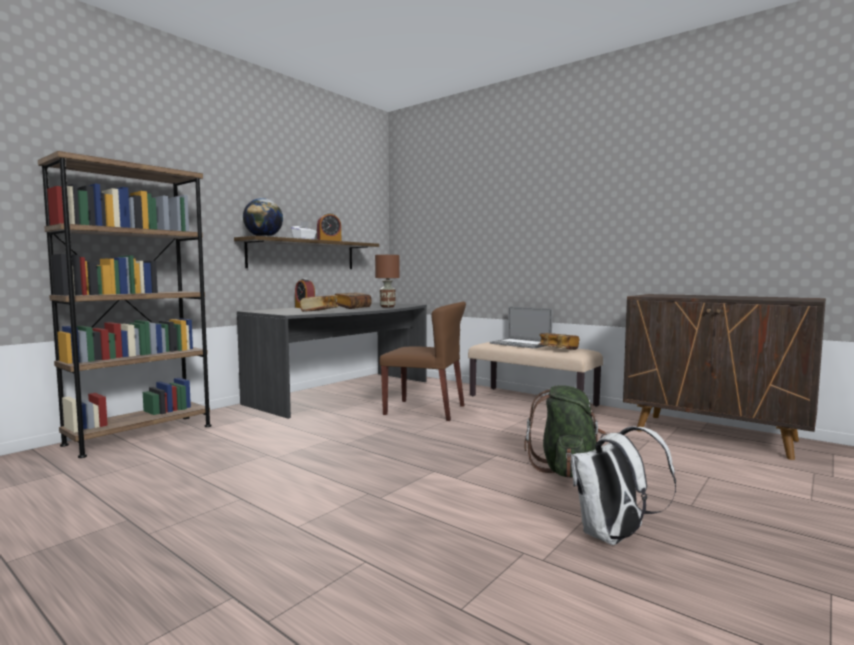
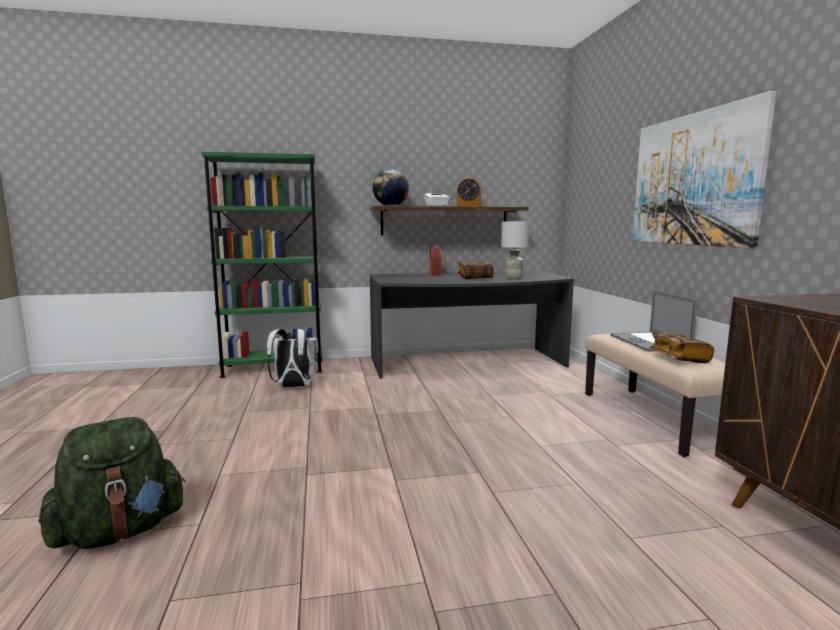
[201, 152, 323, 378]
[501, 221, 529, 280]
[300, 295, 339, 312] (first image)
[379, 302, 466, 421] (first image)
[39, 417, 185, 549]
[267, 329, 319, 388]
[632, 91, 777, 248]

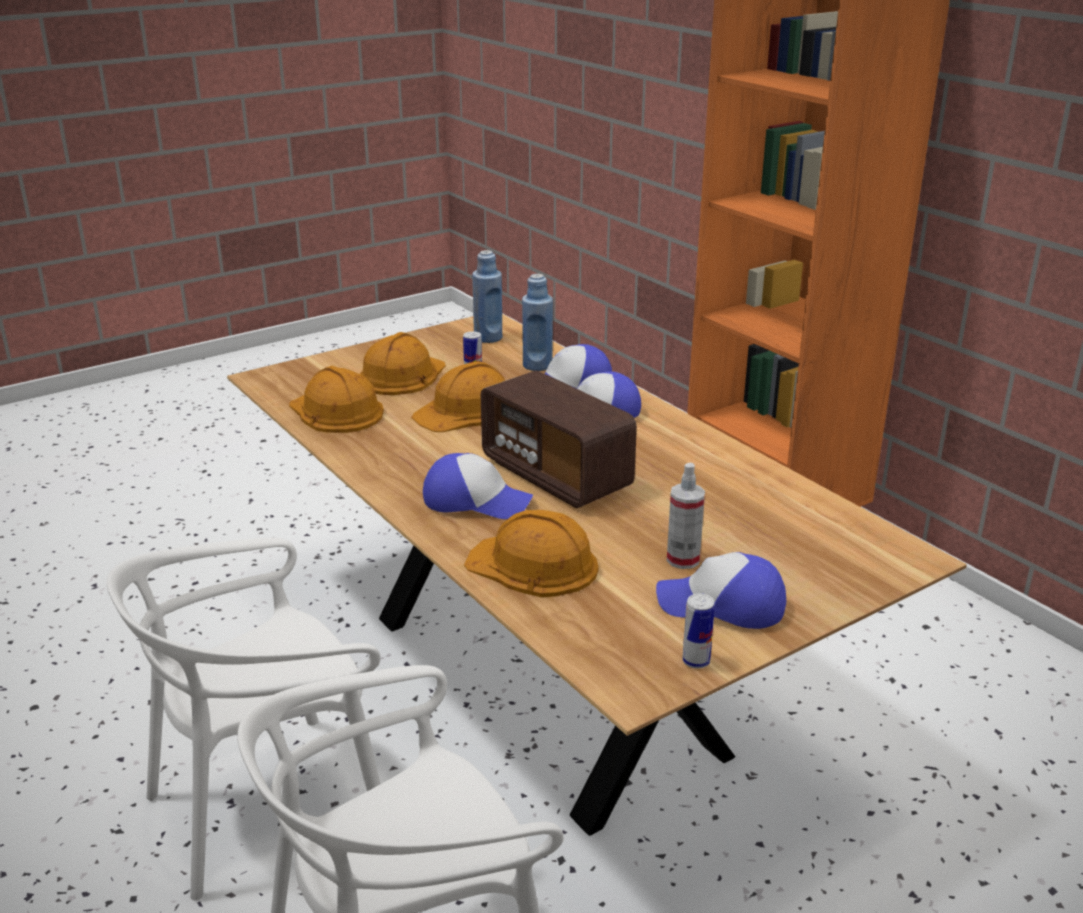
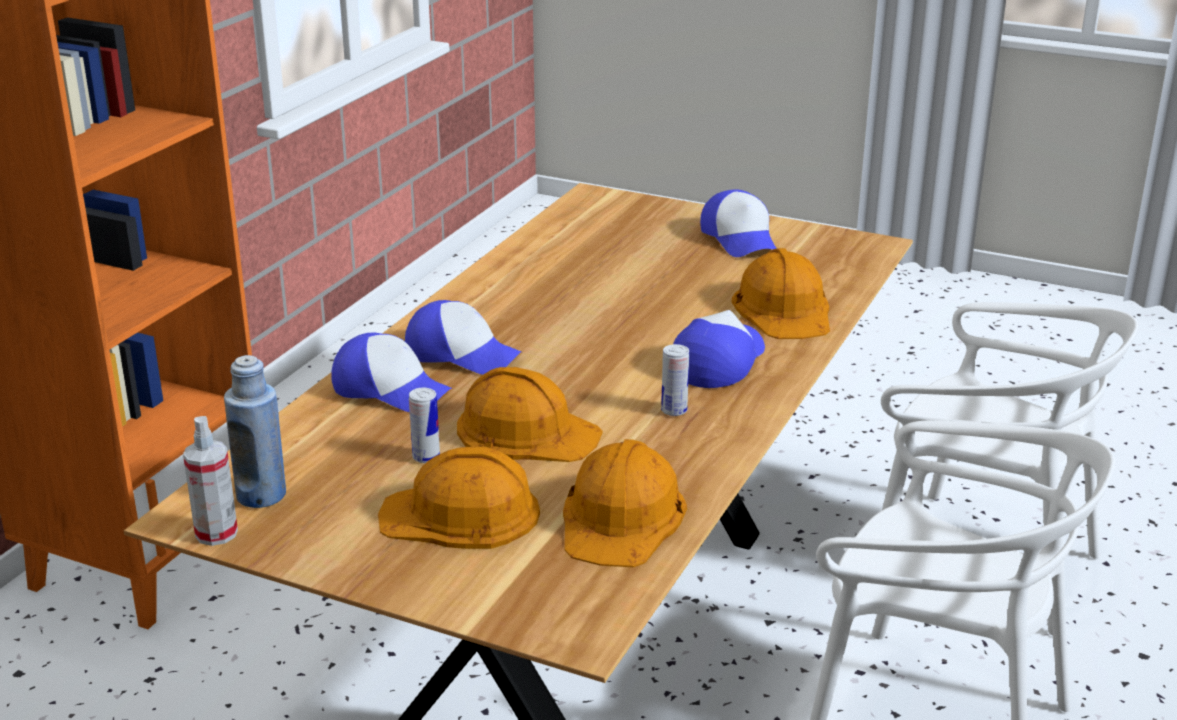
[522, 274, 553, 371] (first image)
[481, 371, 637, 508] (first image)
[673, 310, 765, 388]
[183, 416, 238, 546]
[661, 344, 689, 416]

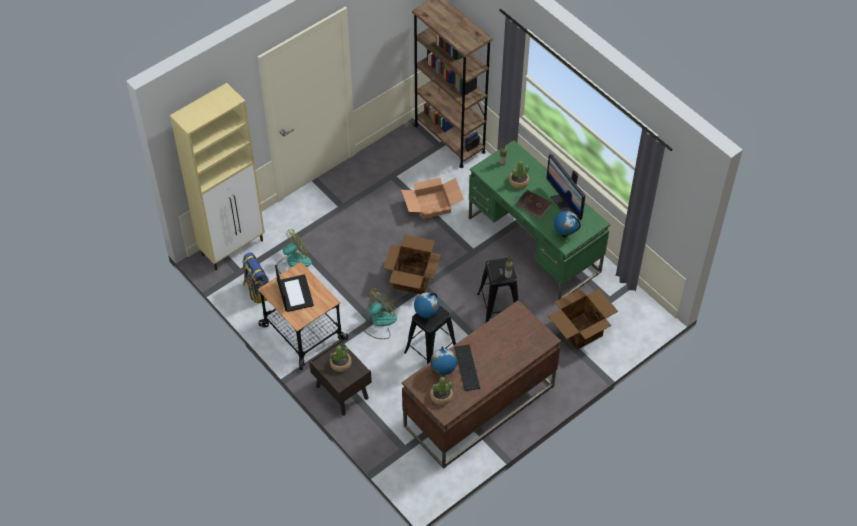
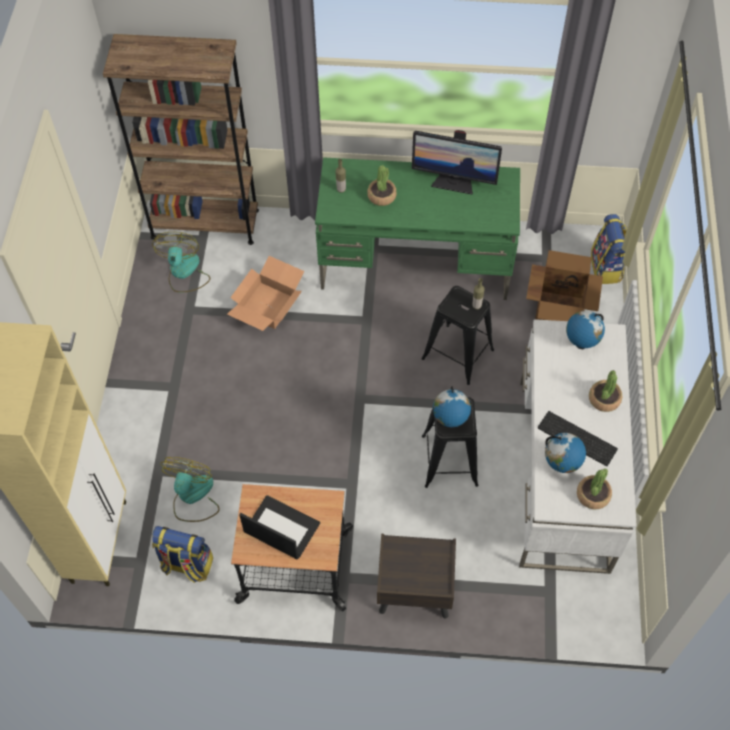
[515, 190, 552, 219] (first image)
[566, 310, 605, 349]
[383, 235, 441, 294] (first image)
[152, 232, 210, 293]
[519, 319, 637, 574]
[589, 370, 622, 412]
[591, 214, 627, 284]

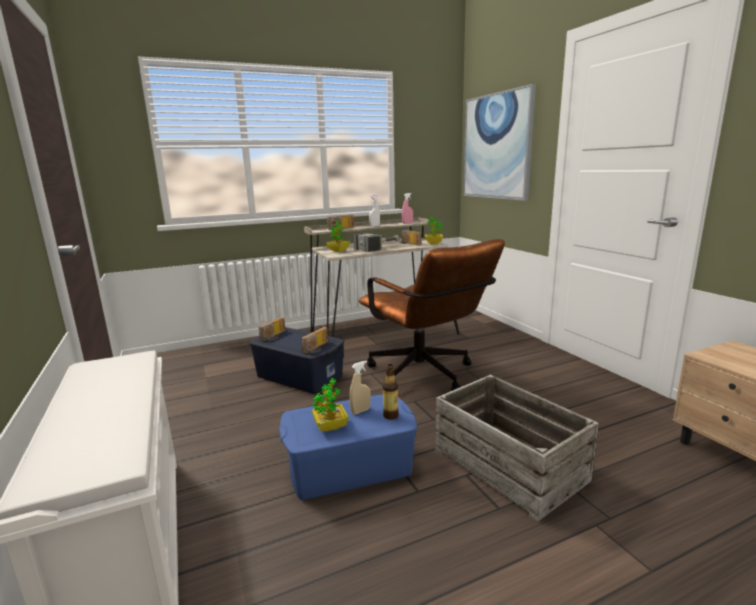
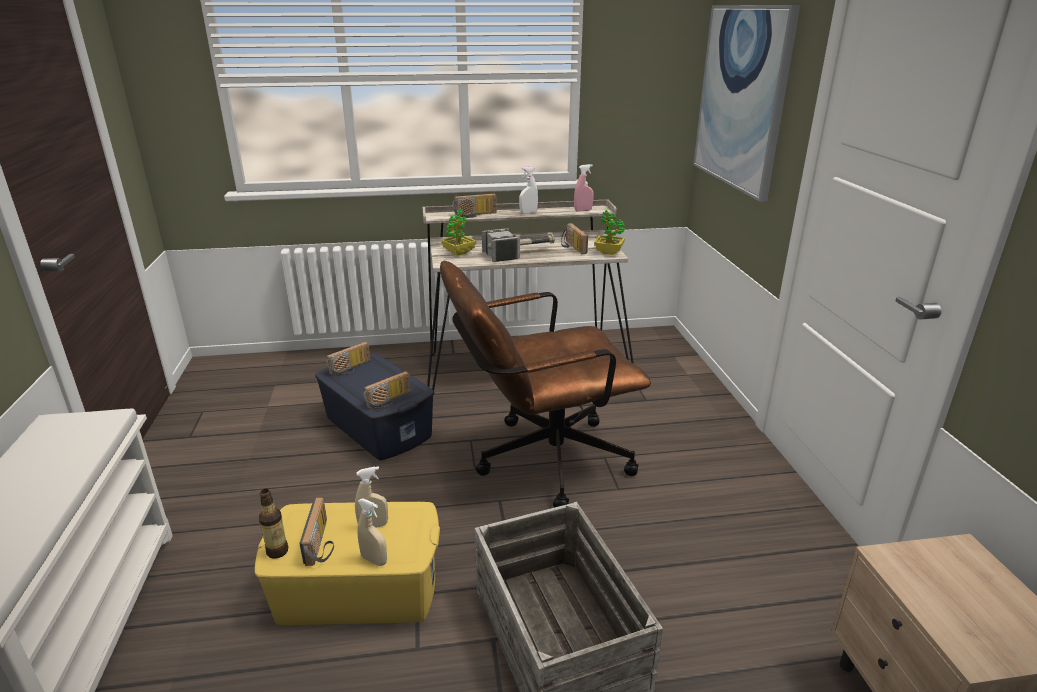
[440, 261, 651, 508]
[259, 489, 288, 559]
[299, 498, 334, 566]
[255, 502, 440, 625]
[357, 498, 387, 566]

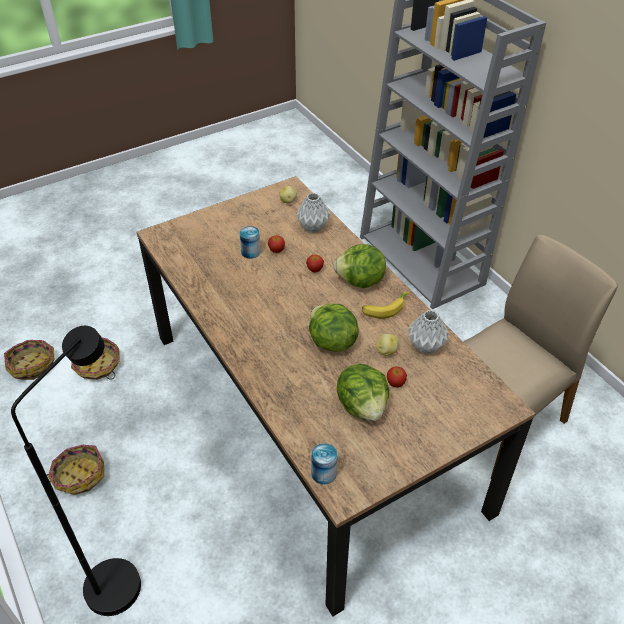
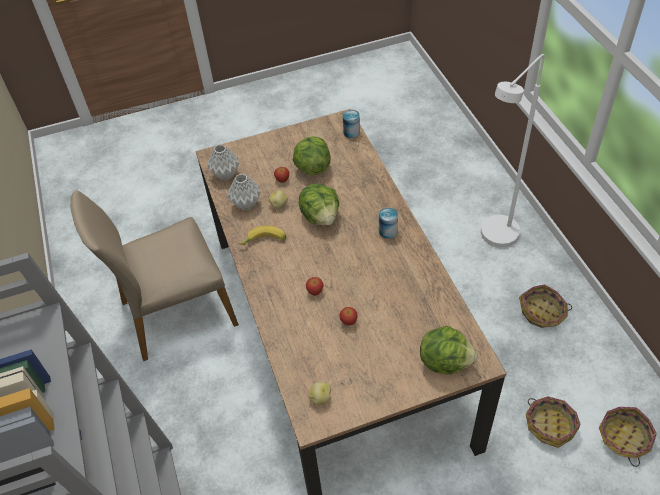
[207, 144, 239, 180]
[379, 208, 398, 239]
[420, 326, 478, 374]
[481, 54, 545, 248]

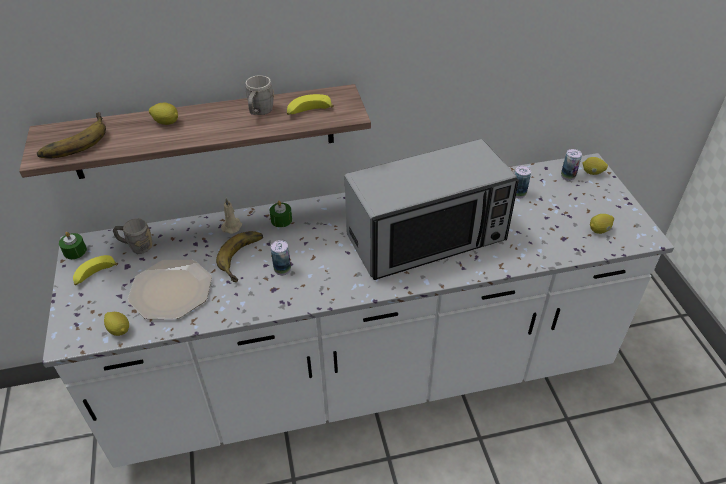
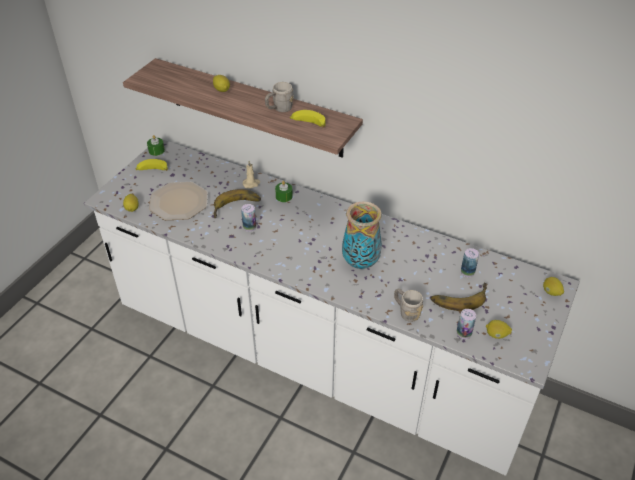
[430, 282, 488, 311]
[342, 201, 382, 269]
[457, 309, 476, 339]
[394, 288, 423, 322]

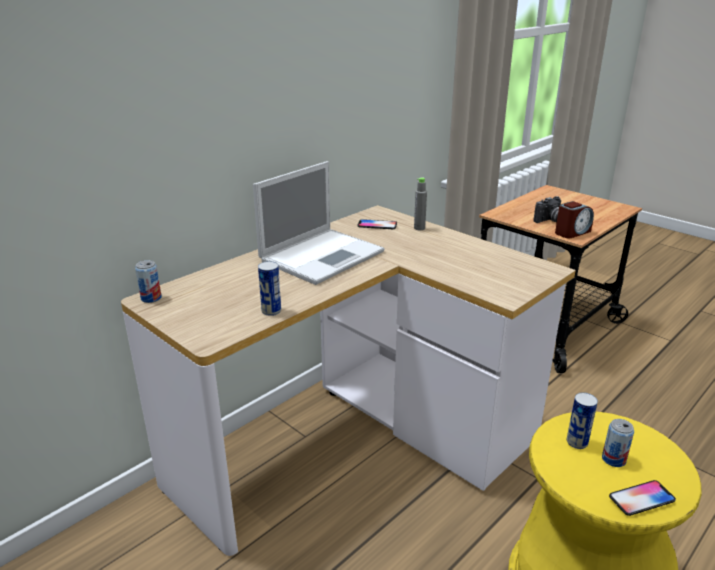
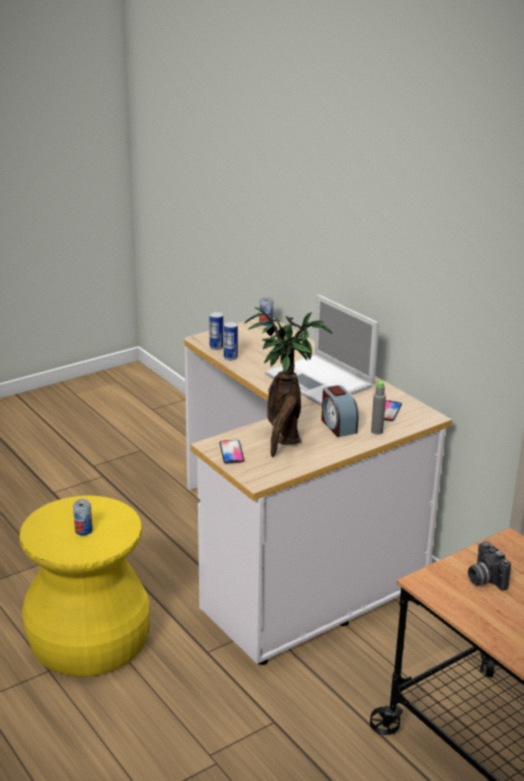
[322, 385, 359, 437]
[209, 312, 223, 350]
[219, 440, 244, 463]
[245, 305, 333, 457]

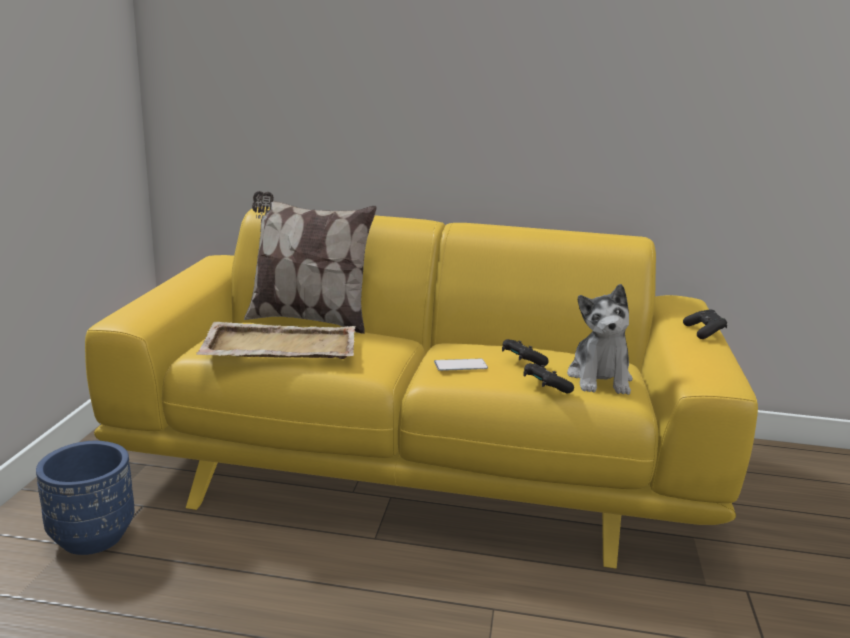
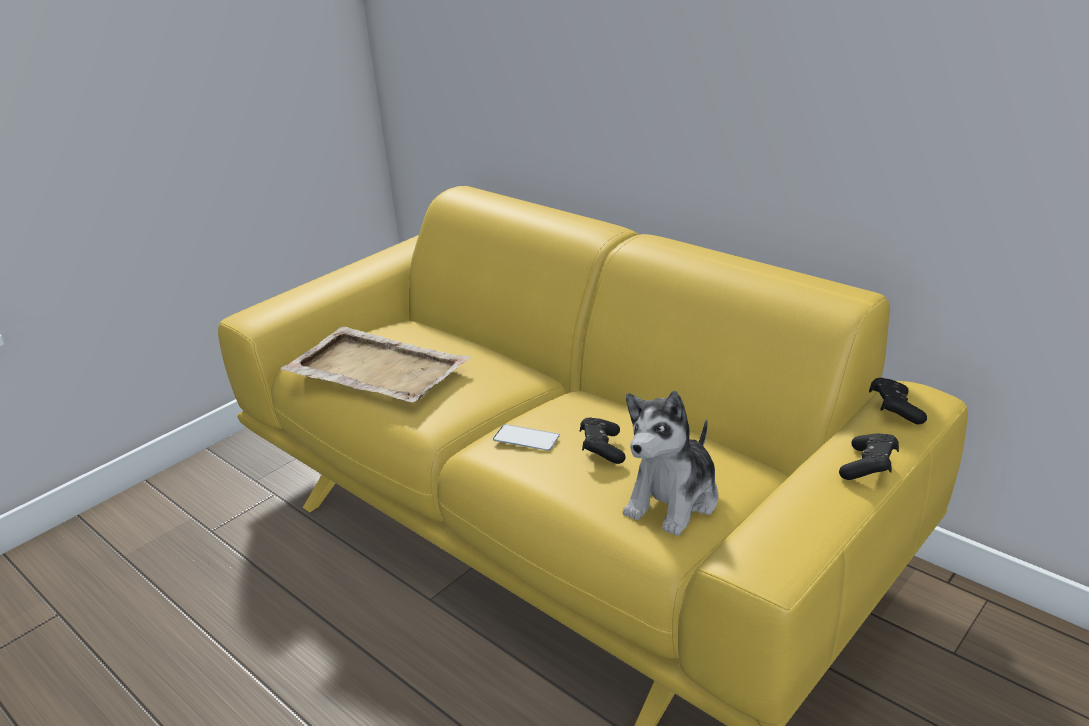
[244, 191, 377, 334] (first image)
[869, 378, 927, 424]
[36, 441, 135, 555] (first image)

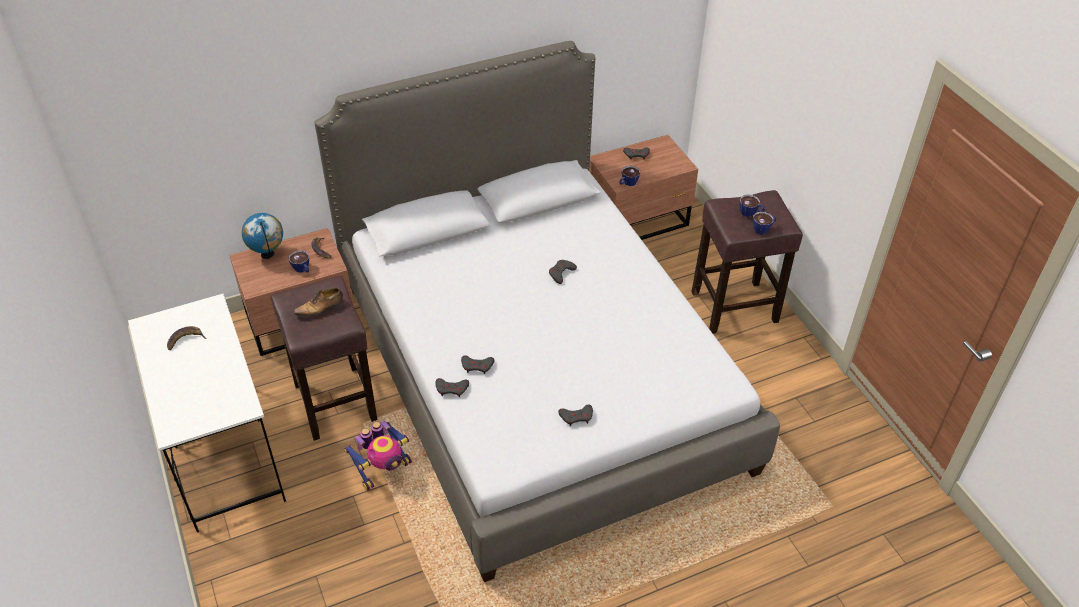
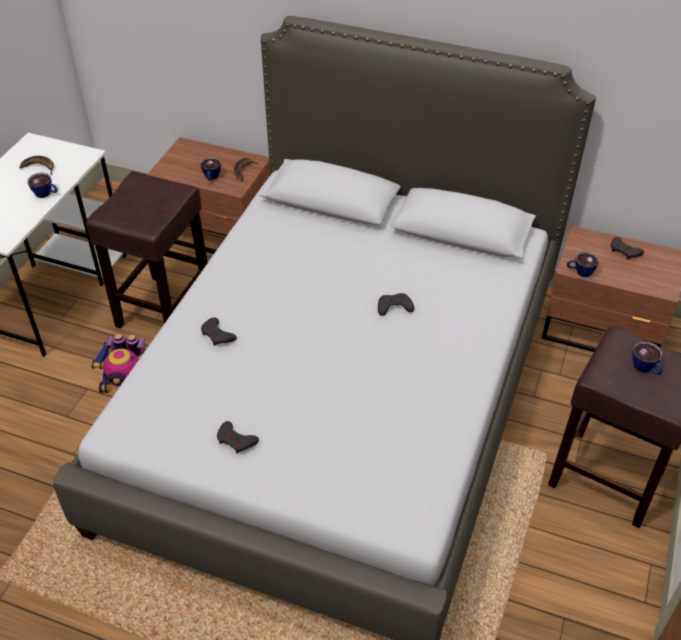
[28, 172, 58, 198]
[242, 213, 283, 259] (first image)
[293, 288, 343, 317] (first image)
[435, 378, 469, 397] (first image)

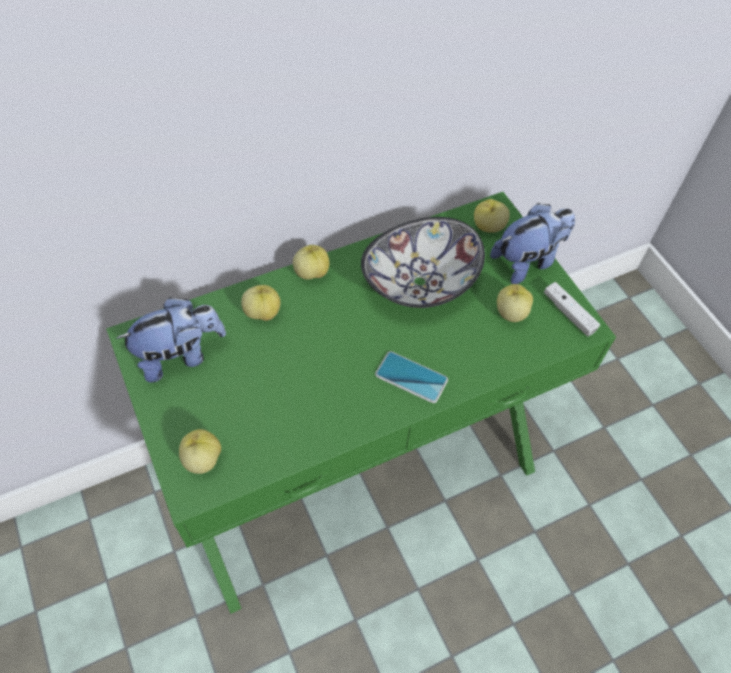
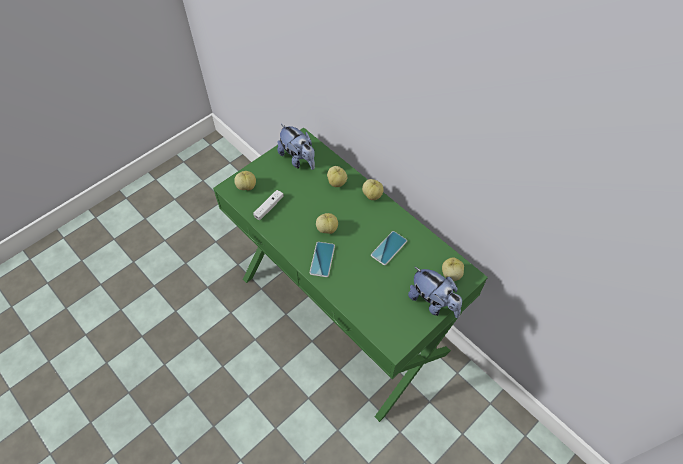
[371, 231, 407, 265]
[253, 190, 284, 220]
[316, 213, 338, 234]

